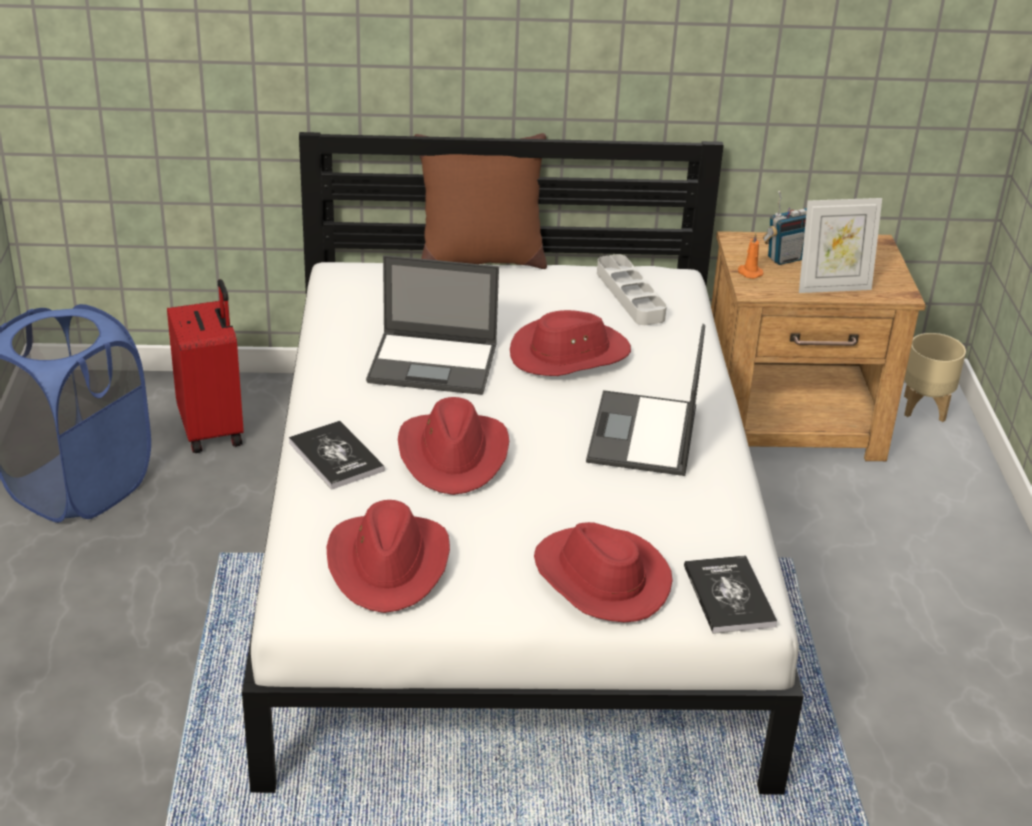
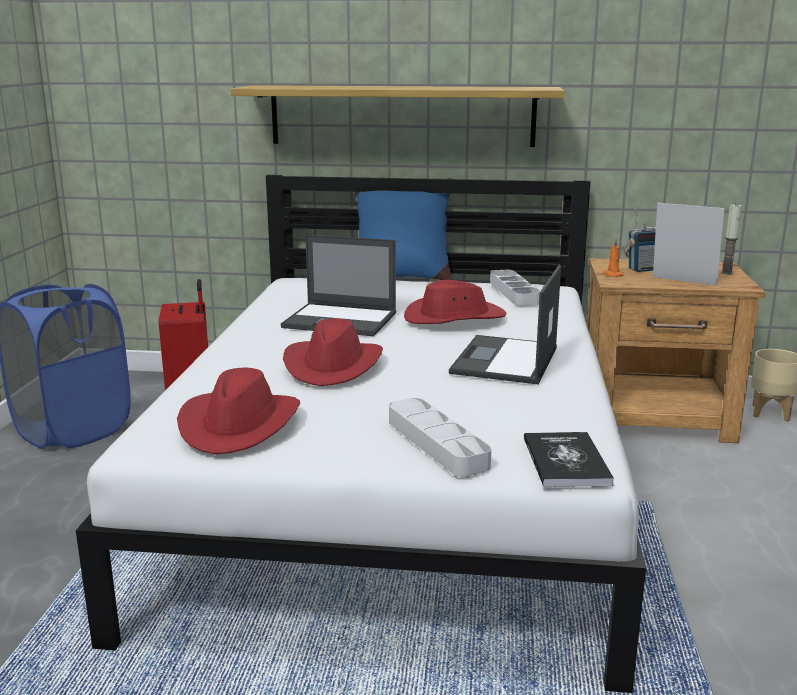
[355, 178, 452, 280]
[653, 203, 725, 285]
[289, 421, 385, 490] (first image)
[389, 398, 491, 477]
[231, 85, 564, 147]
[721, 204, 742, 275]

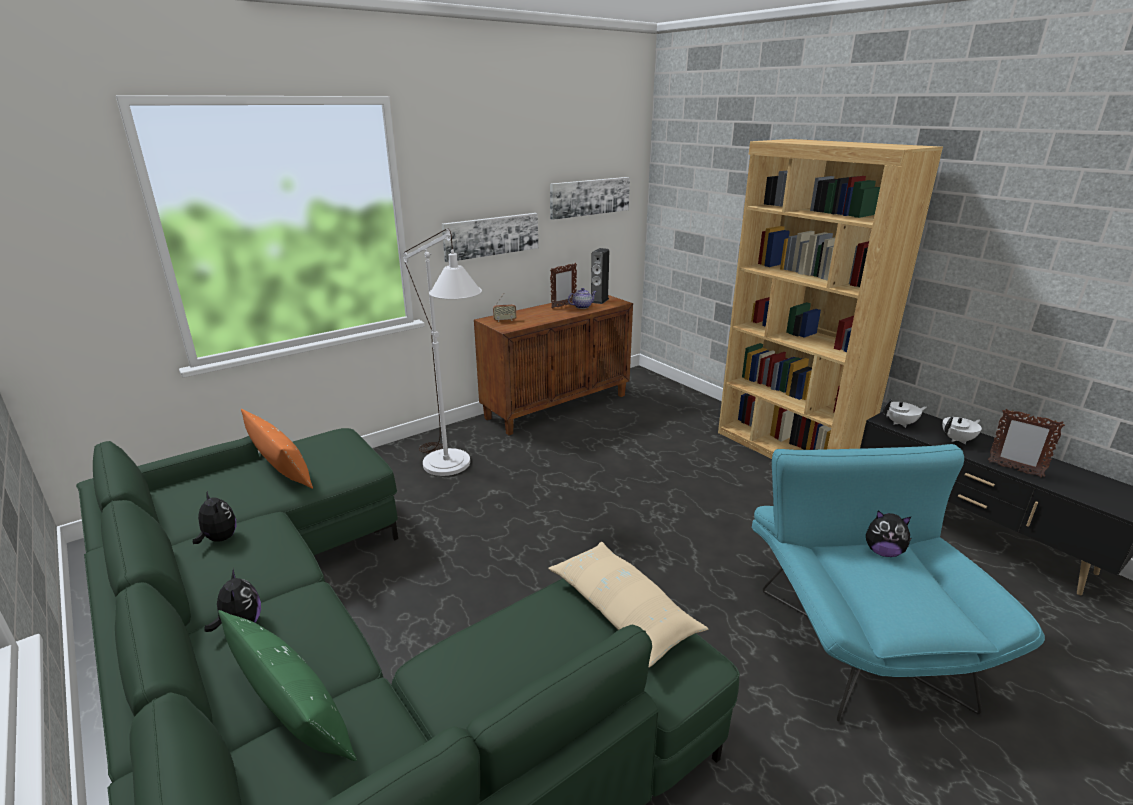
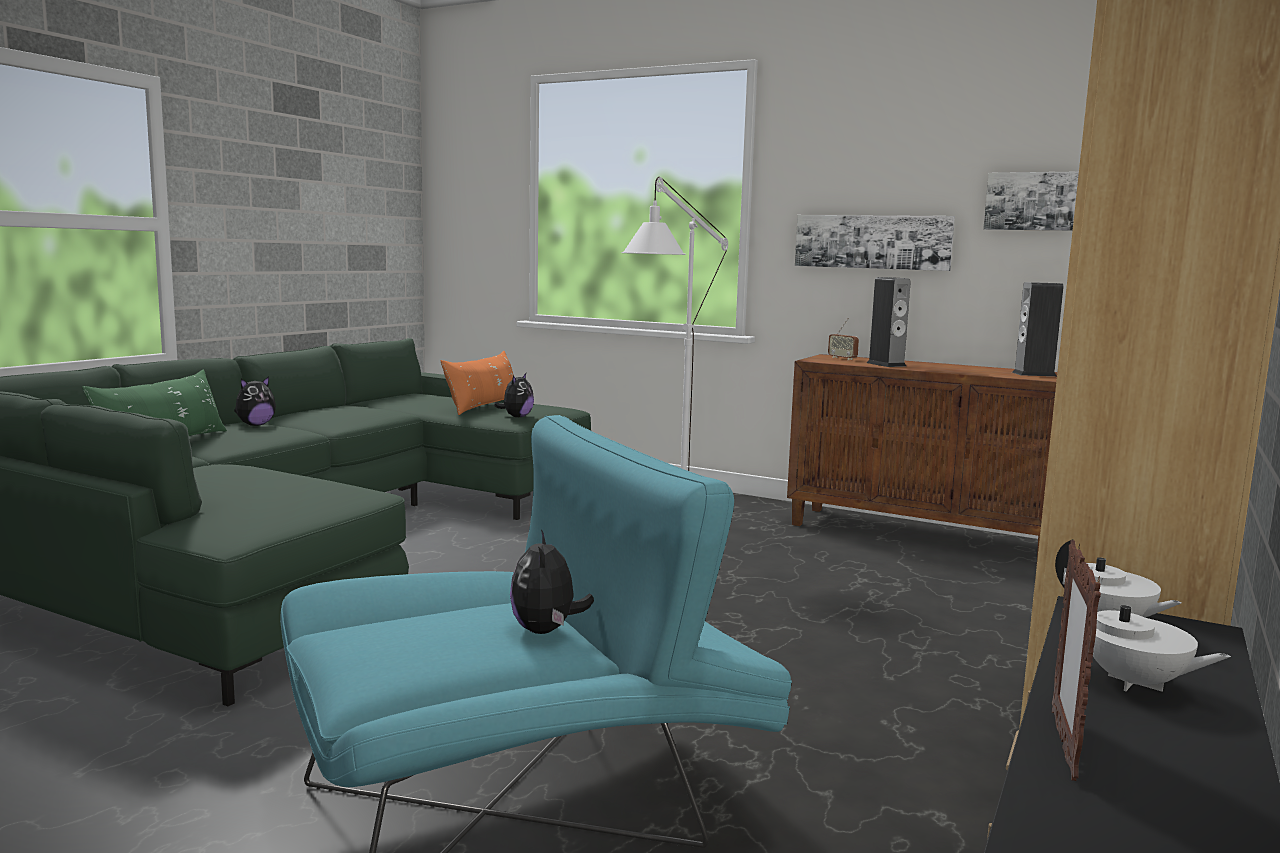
[550, 263, 577, 309] (first image)
[568, 288, 597, 309] (first image)
[494, 373, 534, 417]
[548, 542, 708, 668] (first image)
[867, 277, 911, 367]

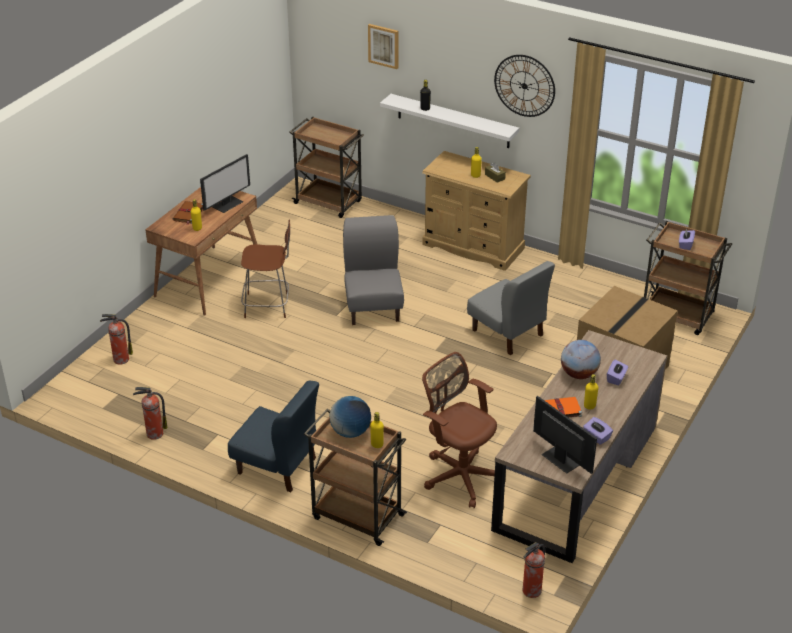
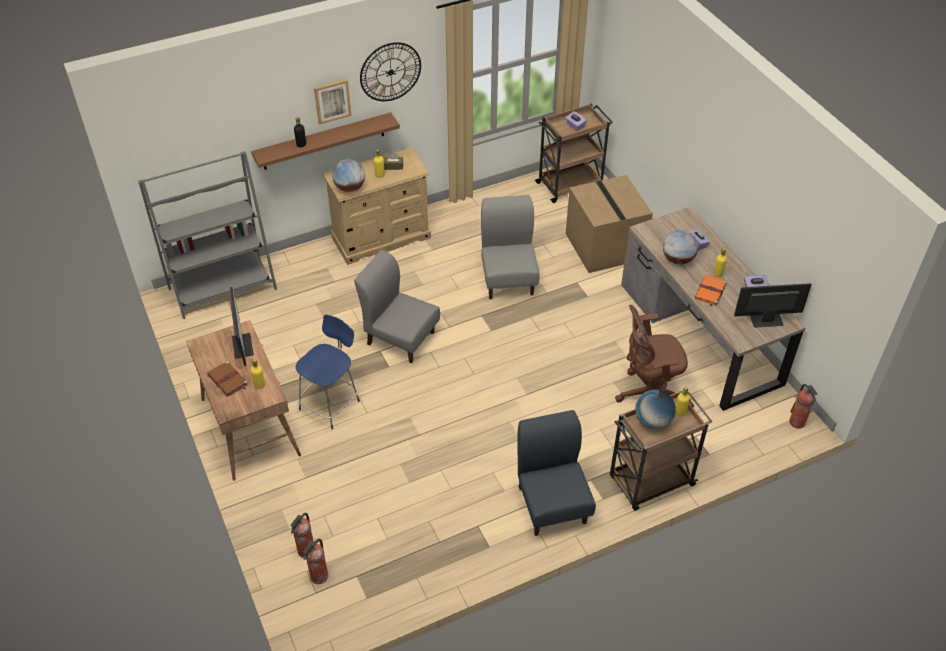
[314, 79, 352, 125]
[251, 112, 400, 170]
[138, 151, 277, 319]
[295, 315, 360, 429]
[481, 195, 540, 299]
[517, 410, 596, 536]
[303, 539, 328, 584]
[332, 159, 365, 192]

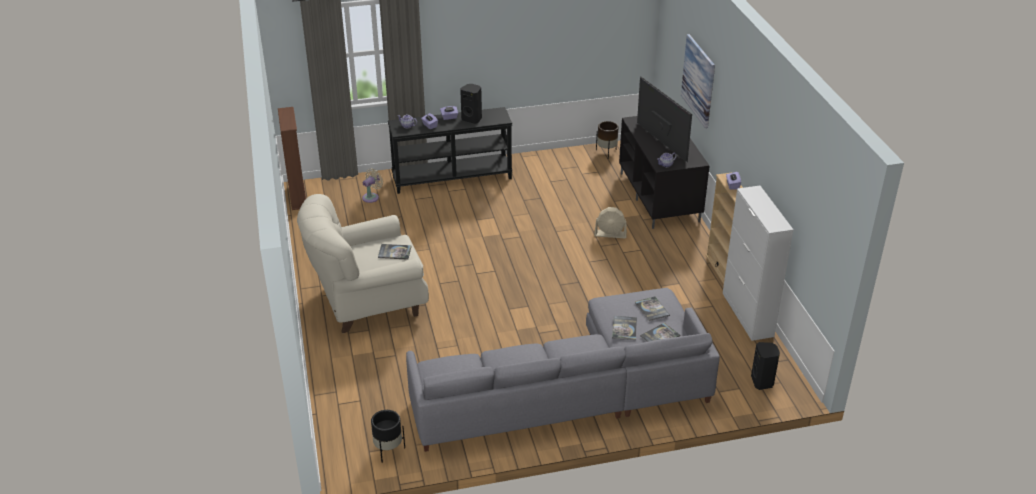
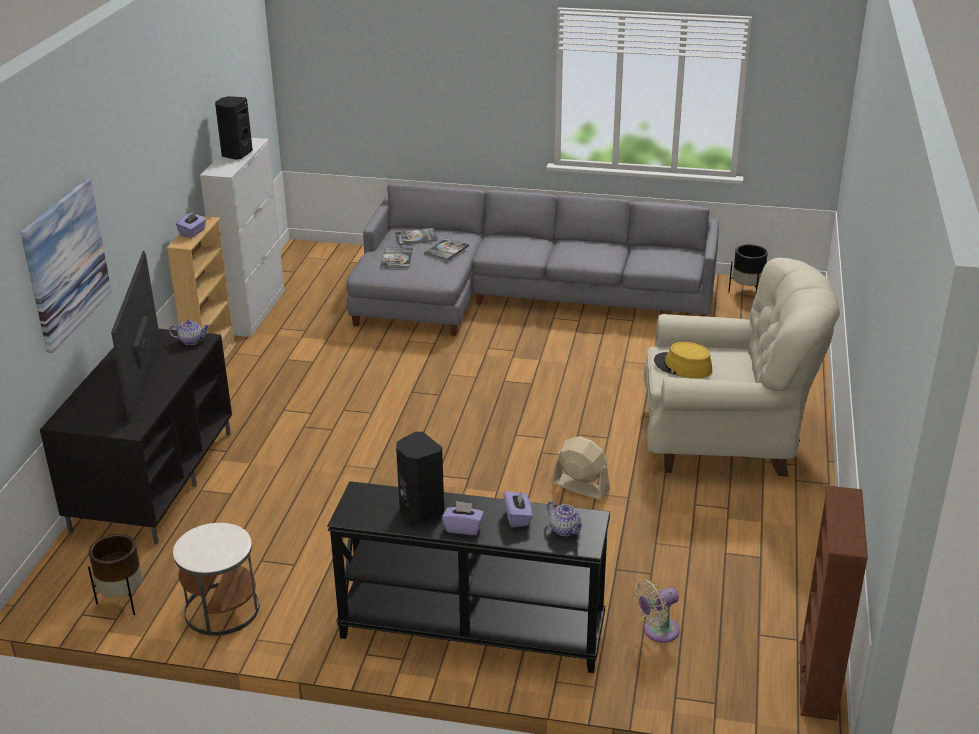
[551, 436, 610, 500]
[654, 342, 712, 379]
[215, 96, 253, 160]
[173, 523, 259, 636]

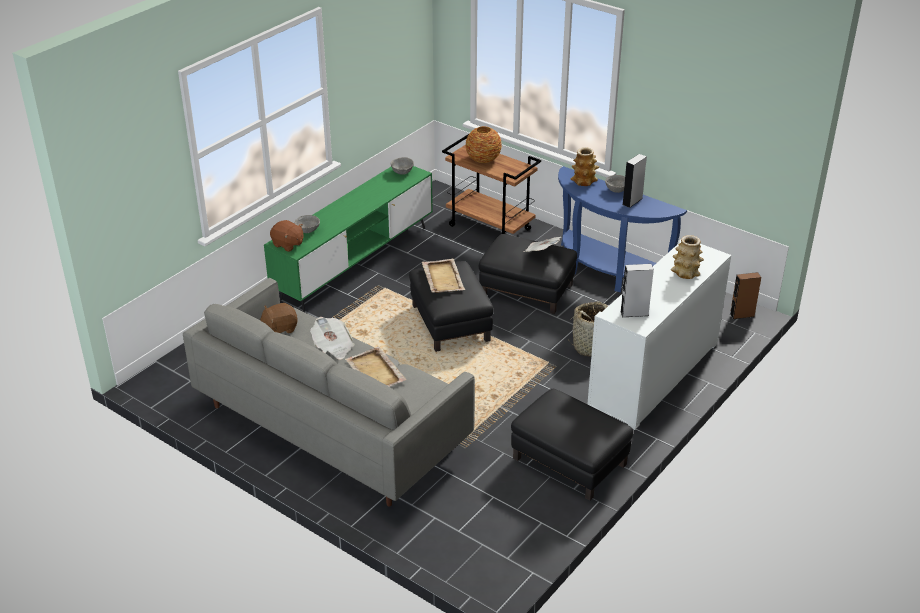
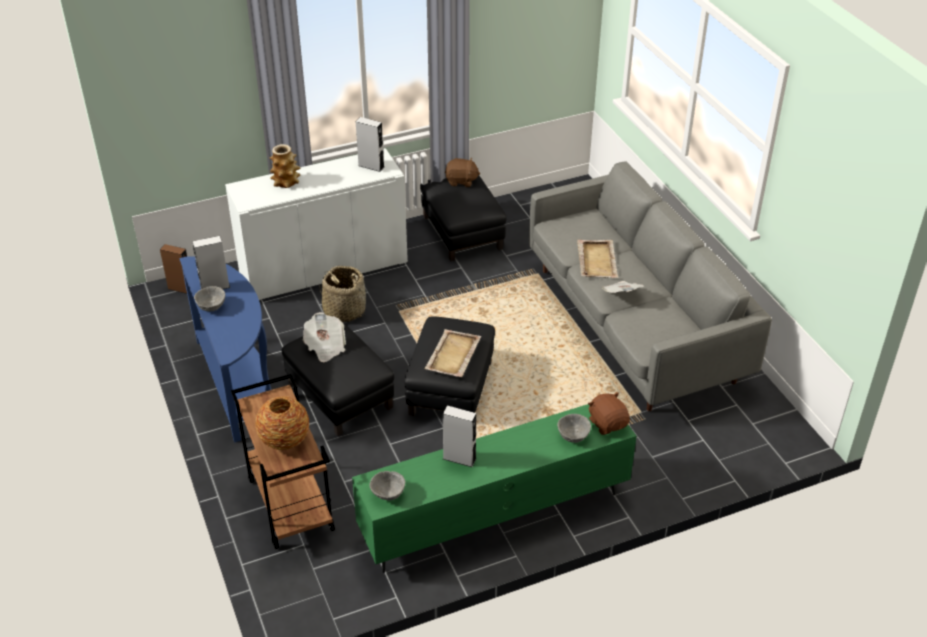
[571, 147, 599, 186] (first image)
[445, 158, 480, 187]
[443, 406, 476, 467]

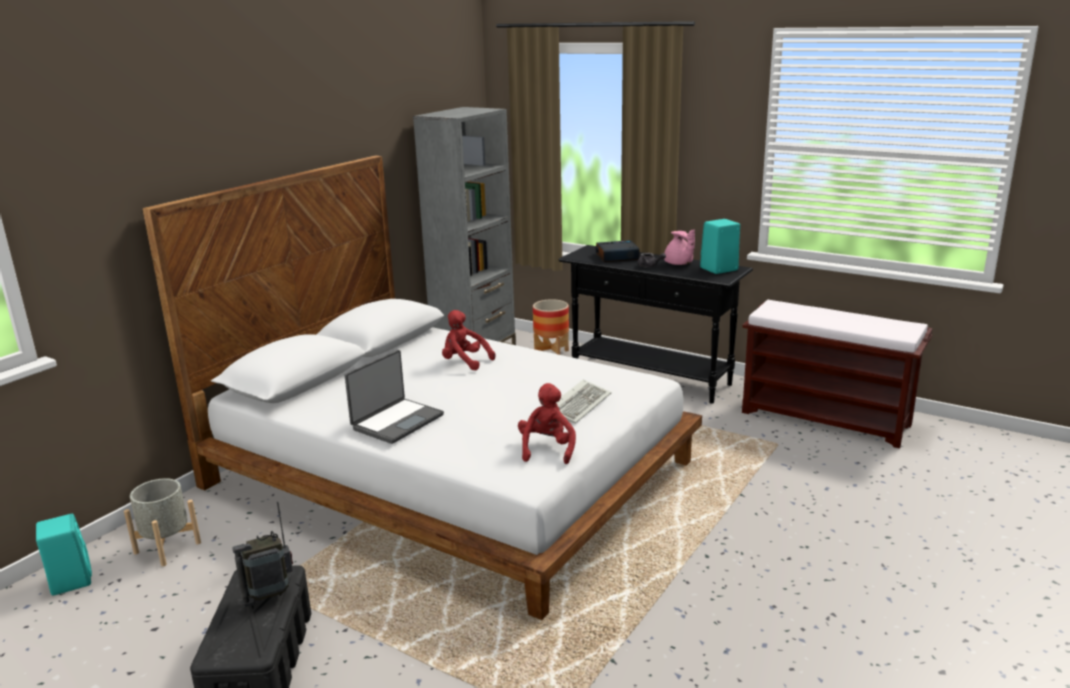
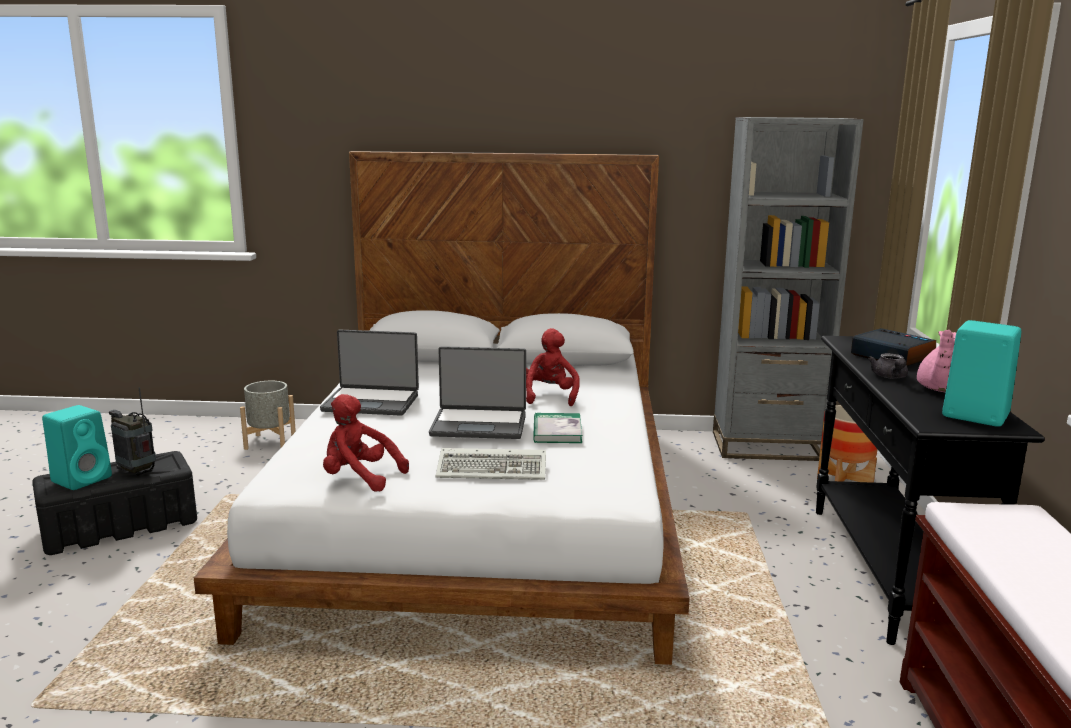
[323, 394, 409, 492]
[42, 405, 112, 490]
[429, 346, 526, 439]
[533, 413, 582, 443]

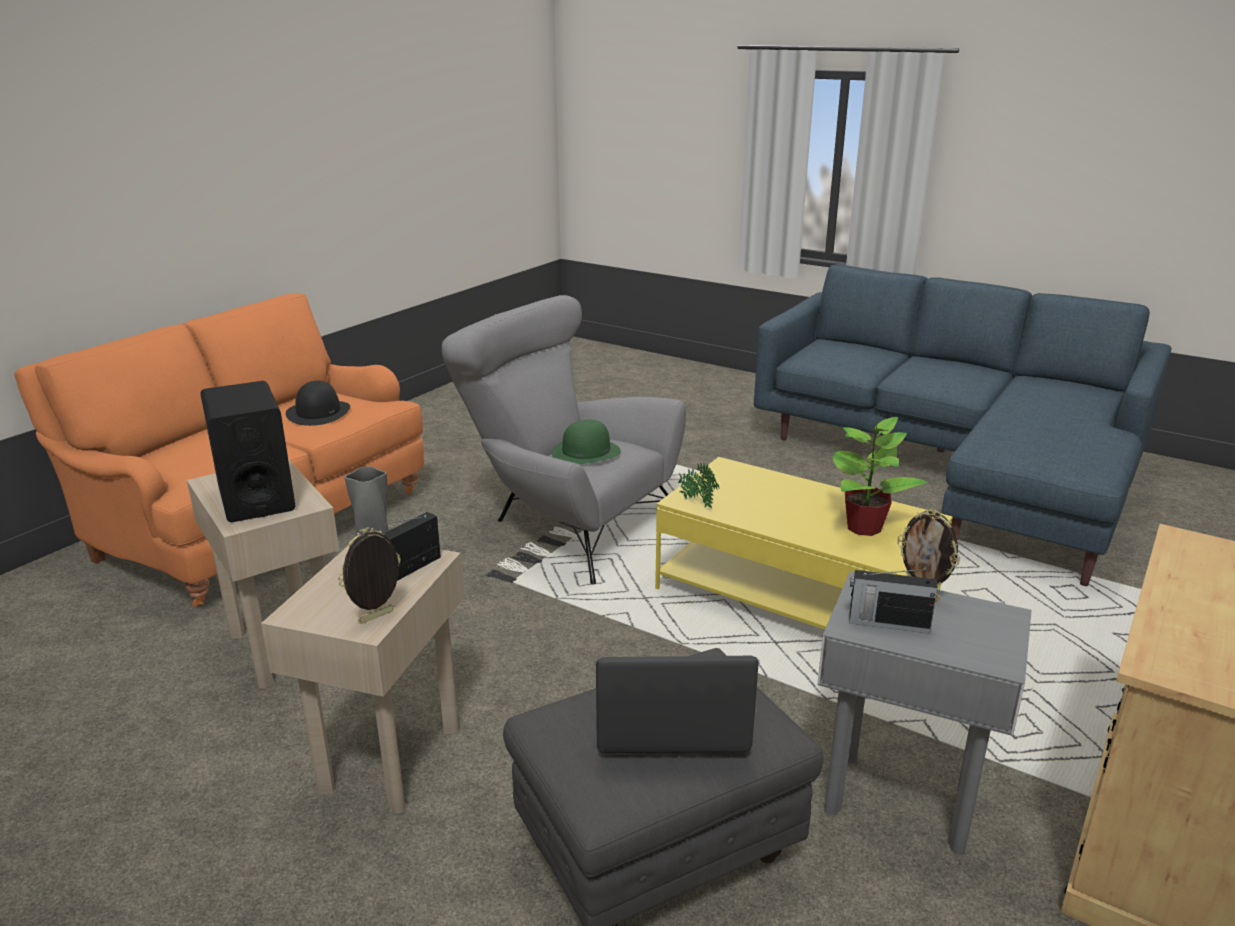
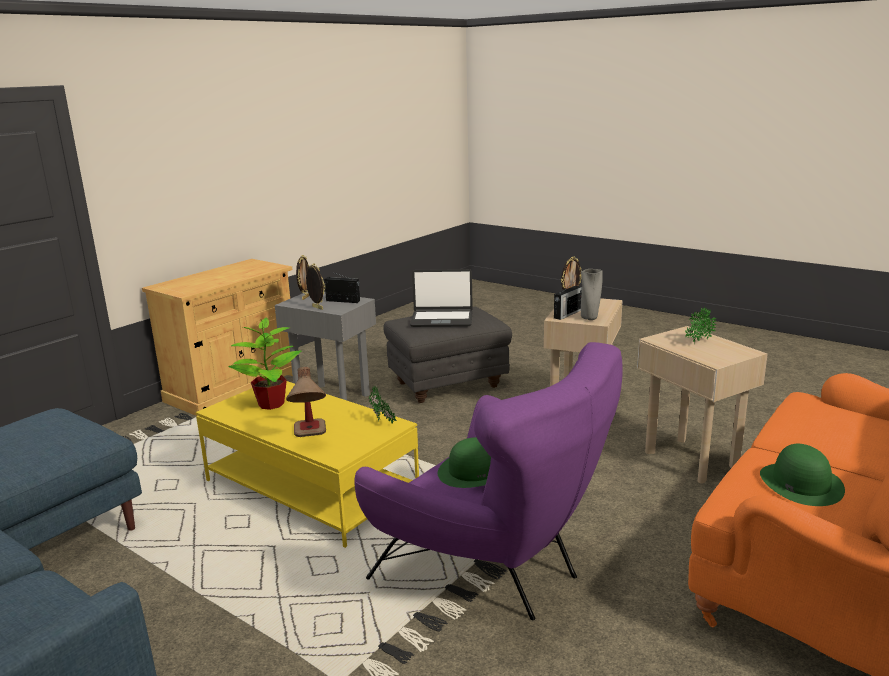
[354, 342, 623, 620]
[685, 306, 717, 345]
[760, 444, 845, 506]
[296, 255, 310, 300]
[286, 367, 326, 437]

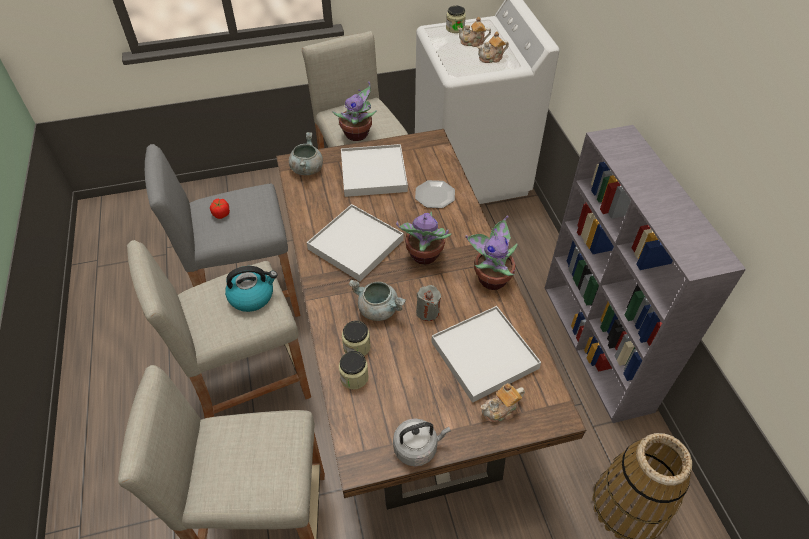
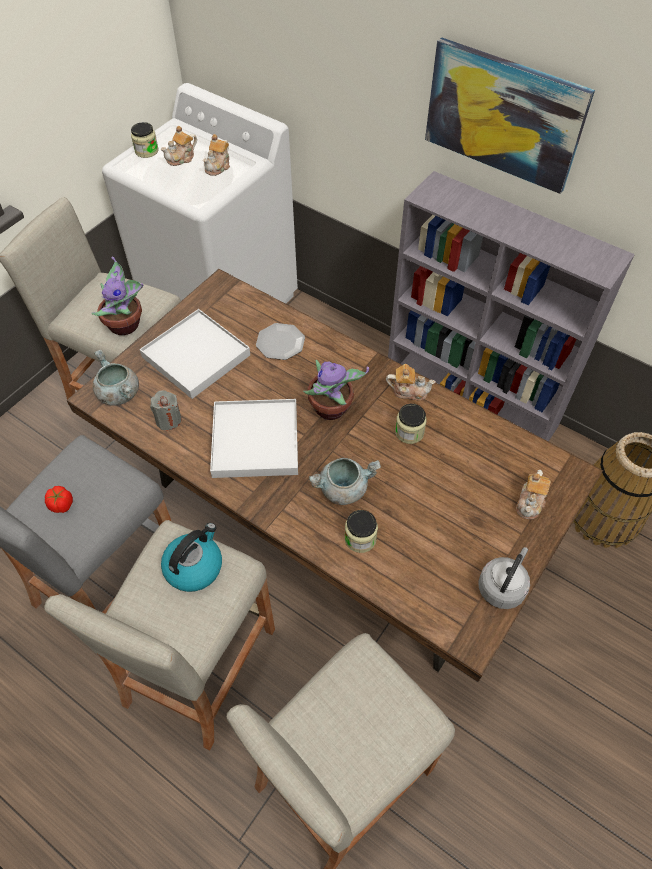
[386, 364, 435, 400]
[150, 390, 182, 430]
[431, 306, 541, 403] (first image)
[395, 404, 427, 444]
[425, 37, 595, 194]

